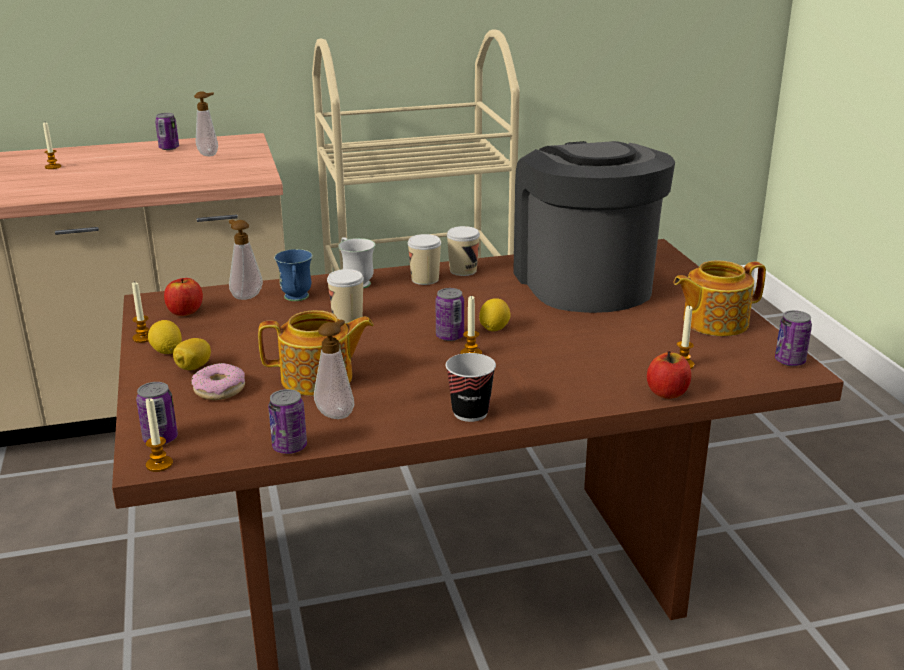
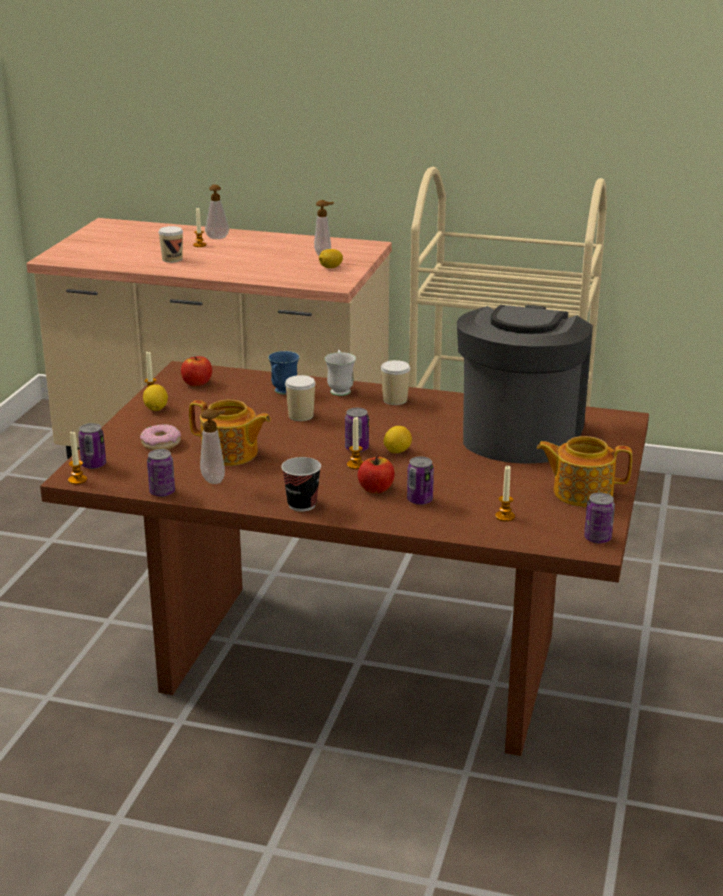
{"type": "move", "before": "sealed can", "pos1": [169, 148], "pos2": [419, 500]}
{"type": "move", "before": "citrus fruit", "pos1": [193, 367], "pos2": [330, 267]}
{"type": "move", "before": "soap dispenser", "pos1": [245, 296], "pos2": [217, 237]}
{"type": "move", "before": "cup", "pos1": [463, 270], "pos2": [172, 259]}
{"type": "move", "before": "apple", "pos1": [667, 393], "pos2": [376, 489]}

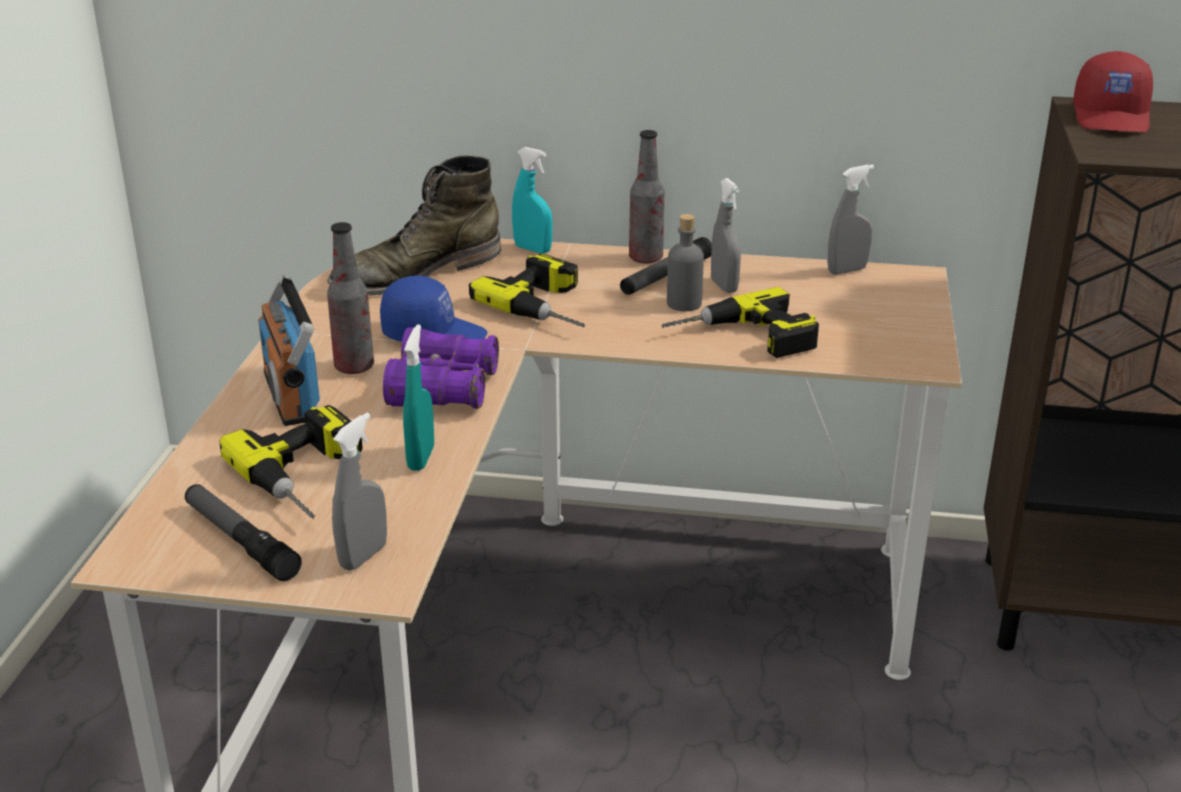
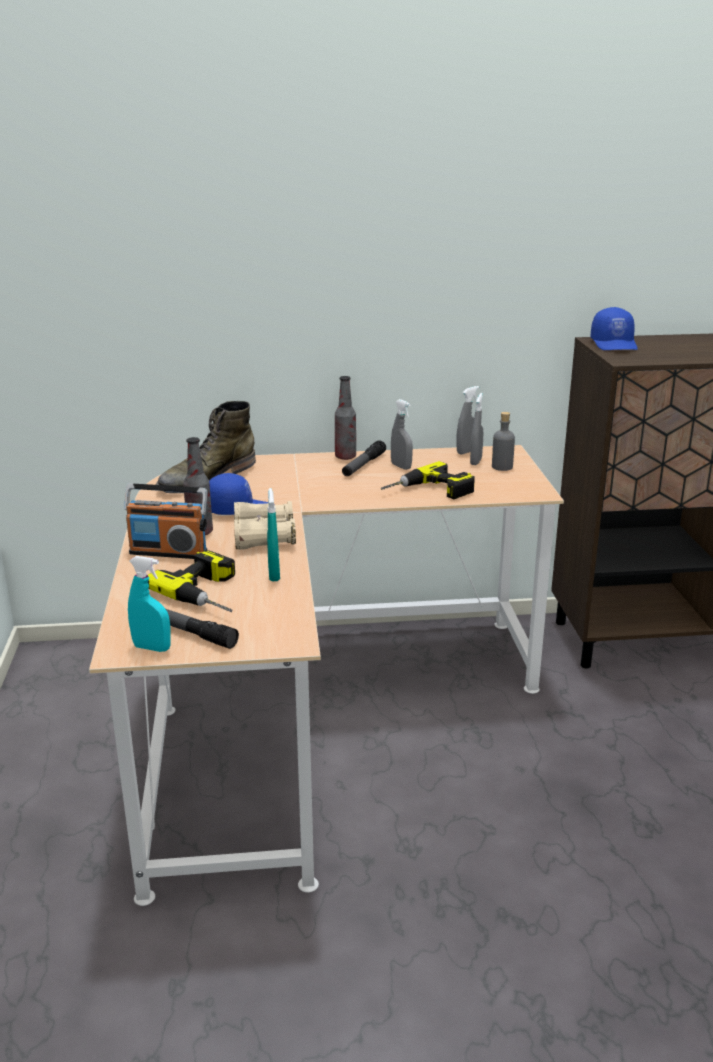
{"type": "delete", "before": "drill", "pos1": [551, 305]}
{"type": "move", "before": "greyish spray bottle", "pos1": [363, 556], "pos2": [476, 461]}
{"type": "move", "before": "turquoise-coloured spray bottle", "pos1": [532, 249], "pos2": [152, 648]}
{"type": "move", "before": "greyish drink bottle", "pos1": [684, 303], "pos2": [502, 467]}
{"type": "recolor", "before": "purple pair of binoculars", "after": "beige-coloured pair of binoculars", "pos1": [442, 389], "pos2": [264, 537]}
{"type": "recolor", "before": "red-coloured cap", "after": "blue cap", "pos1": [1112, 118], "pos2": [614, 344]}
{"type": "rotate", "before": "radio", "pos1": [291, 396], "pos2": [169, 552], "turn": -45}

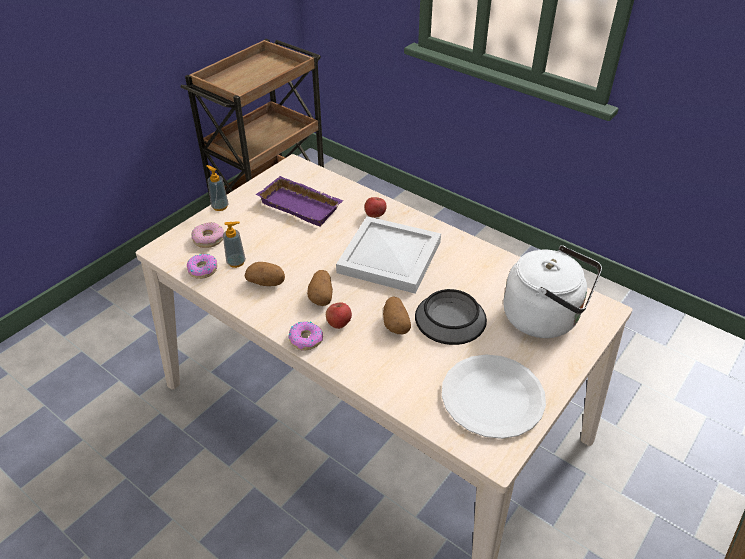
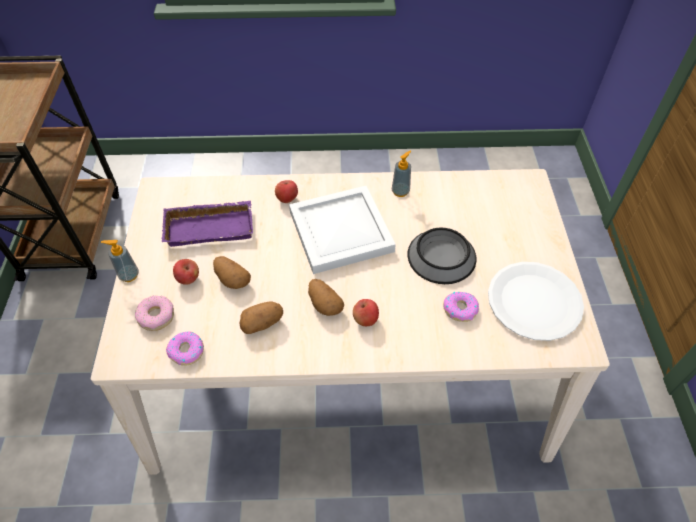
{"type": "delete", "before": "white kettle", "pos1": [545, 318]}
{"type": "insert", "after": "apple", "pos2": [188, 278]}
{"type": "move", "before": "soap dispenser", "pos1": [236, 262], "pos2": [400, 191]}
{"type": "move", "before": "doughnut", "pos1": [306, 339], "pos2": [460, 309]}
{"type": "move", "before": "whole potato", "pos1": [395, 324], "pos2": [232, 279]}

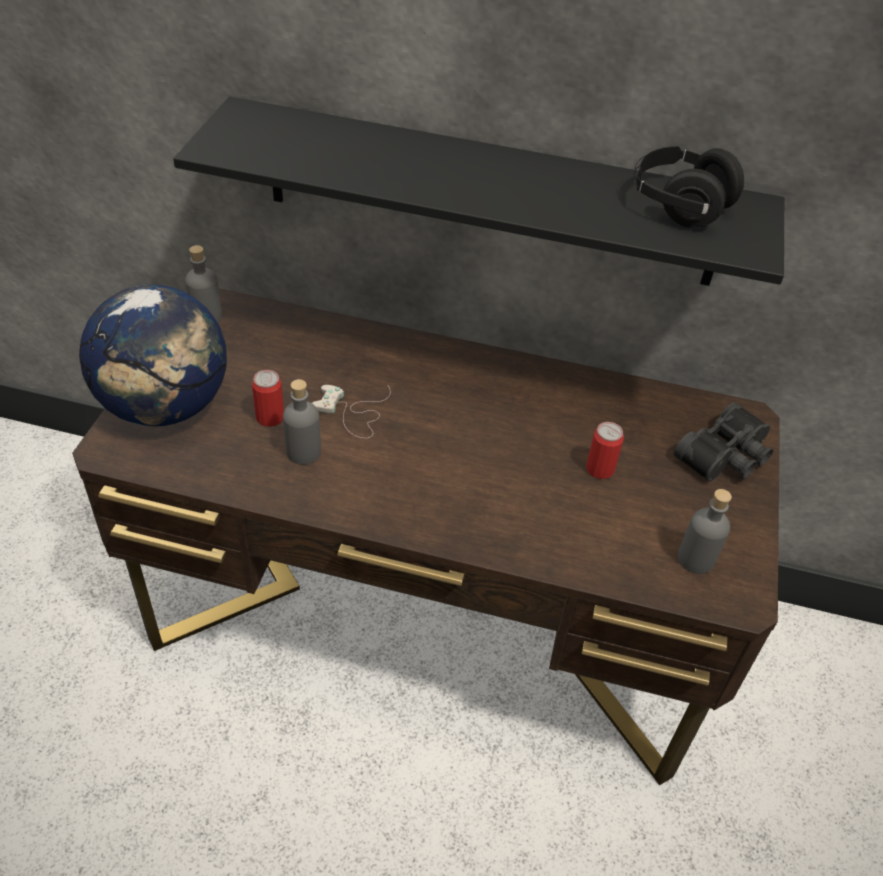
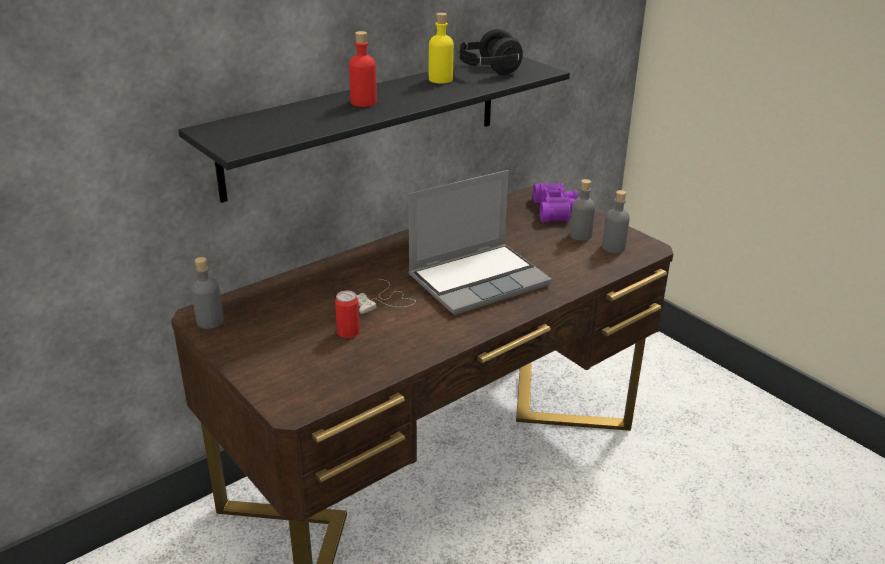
{"type": "delete", "before": "world globe", "pos1": [165, 406]}
{"type": "delete", "before": "sealed can", "pos1": [600, 469]}
{"type": "insert", "after": "red-coloured drink bottle", "pos2": [363, 102]}
{"type": "insert", "after": "laptop", "pos2": [479, 279]}
{"type": "insert", "after": "yellowish drink bottle", "pos2": [440, 79]}
{"type": "move", "before": "greyish drink bottle", "pos1": [303, 452], "pos2": [580, 235]}
{"type": "recolor", "before": "blackish pair of binoculars", "after": "purple pair of binoculars", "pos1": [726, 457], "pos2": [557, 210]}

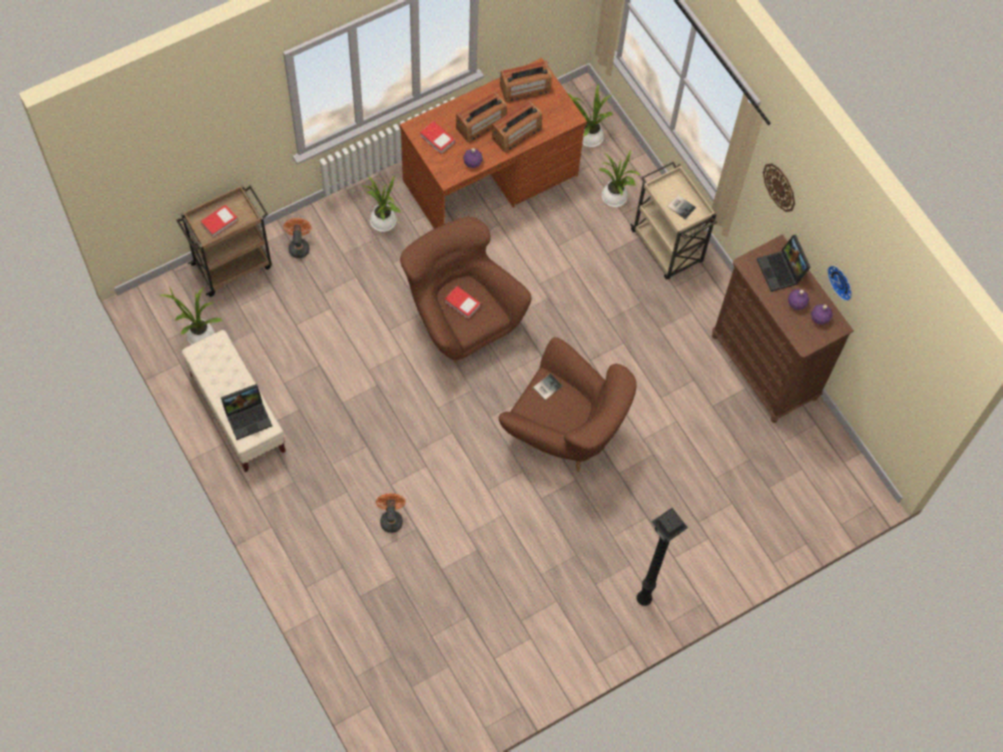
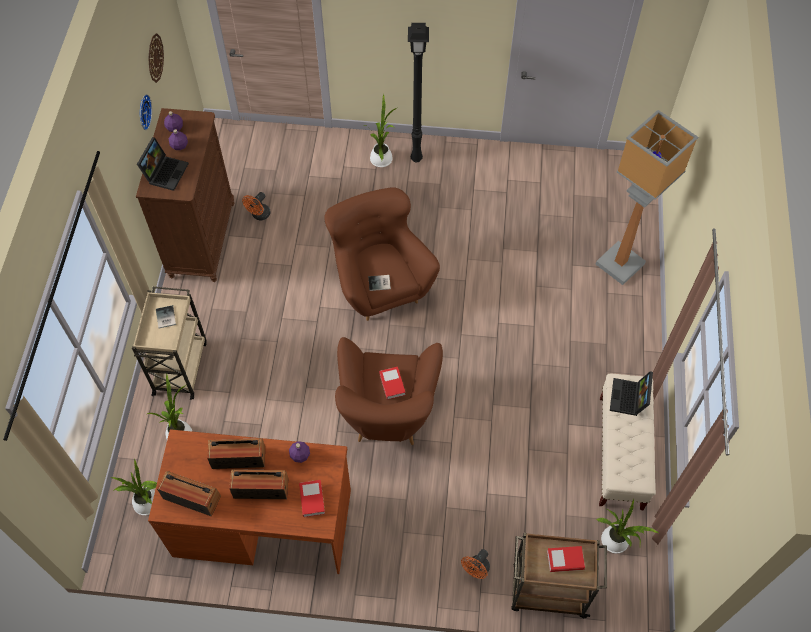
{"type": "insert", "after": "floor lamp", "pos2": [621, 264]}
{"type": "move", "before": "houseplant", "pos1": [383, 223], "pos2": [382, 158]}
{"type": "move", "before": "orange-coloured cooling fan", "pos1": [391, 518], "pos2": [259, 215]}
{"type": "move", "before": "wall clock", "pos1": [779, 187], "pos2": [155, 58]}
{"type": "rotate", "before": "laptop", "pos1": [248, 416], "pos2": [629, 399], "turn": -90}

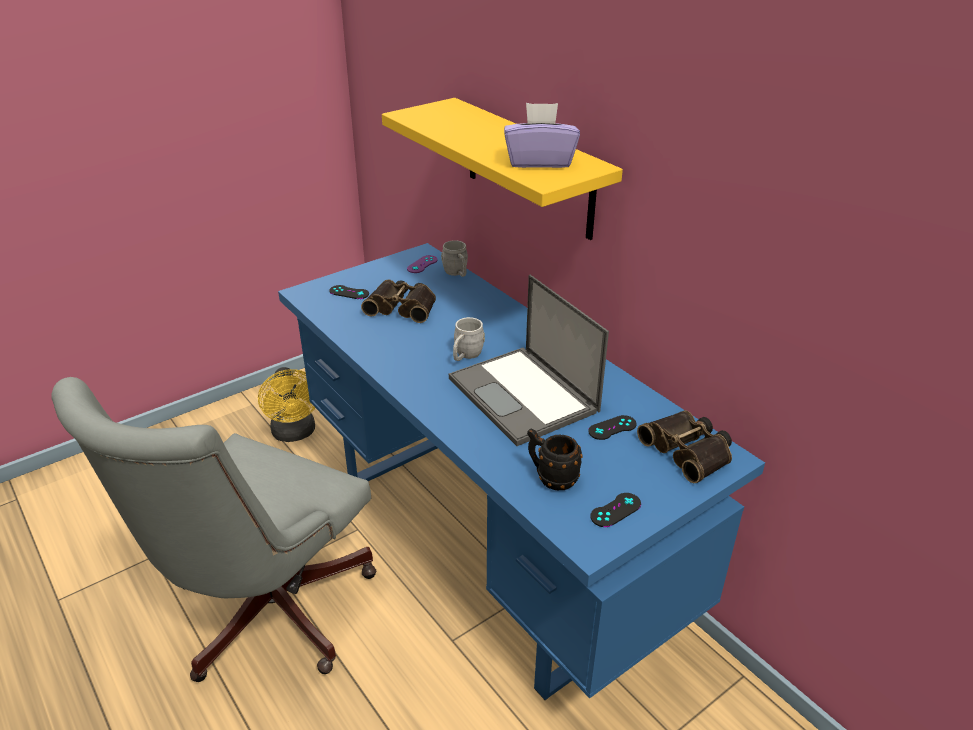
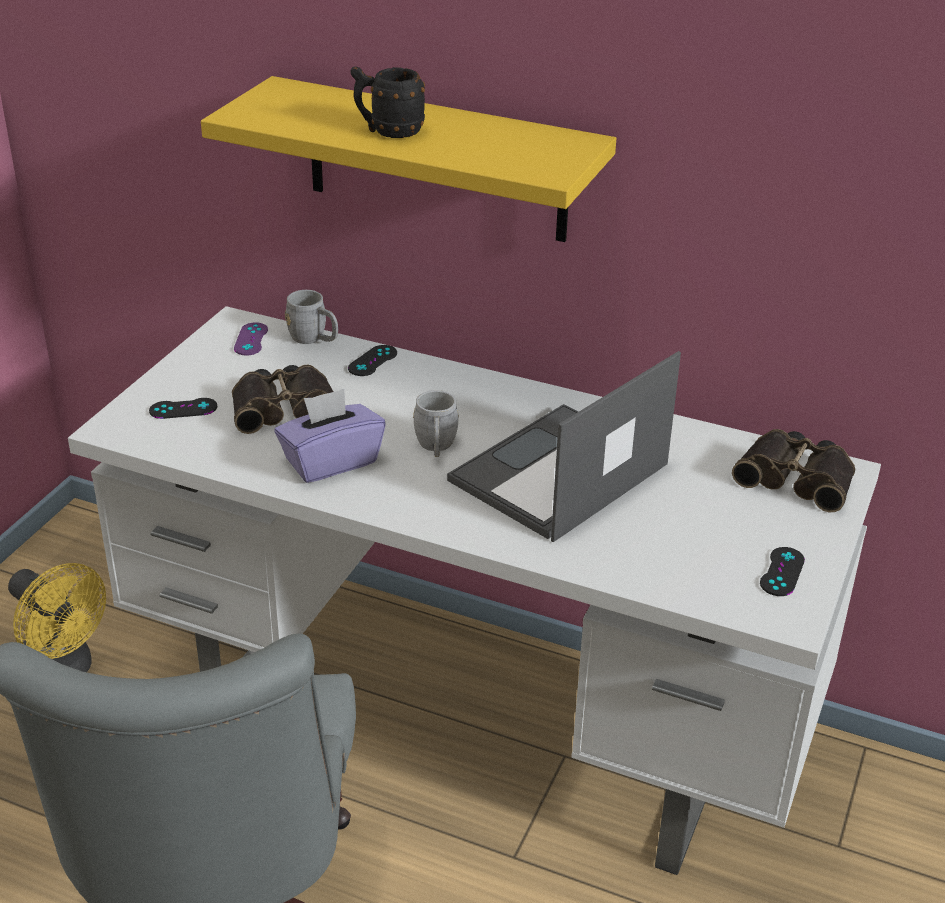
{"type": "move", "before": "purple tissue holder", "pos1": [539, 161], "pos2": [331, 461]}
{"type": "move", "before": "blackish mug", "pos1": [551, 477], "pos2": [388, 131]}
{"type": "move", "before": "blackish gamepad", "pos1": [612, 428], "pos2": [372, 361]}
{"type": "recolor", "before": "blue desk unit", "after": "white desk unit", "pos1": [488, 546], "pos2": [470, 720]}
{"type": "rotate", "before": "laptop", "pos1": [524, 395], "pos2": [558, 474], "turn": 105}

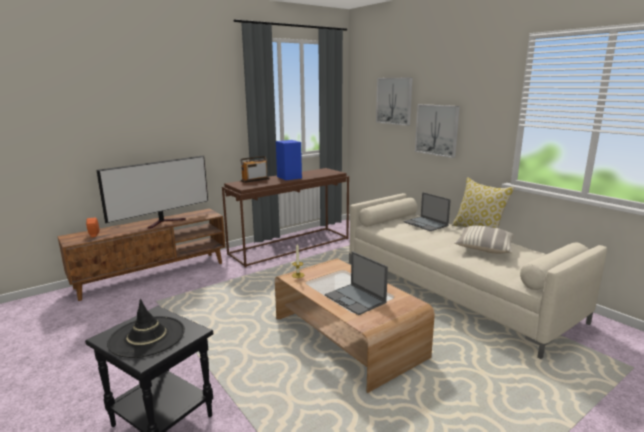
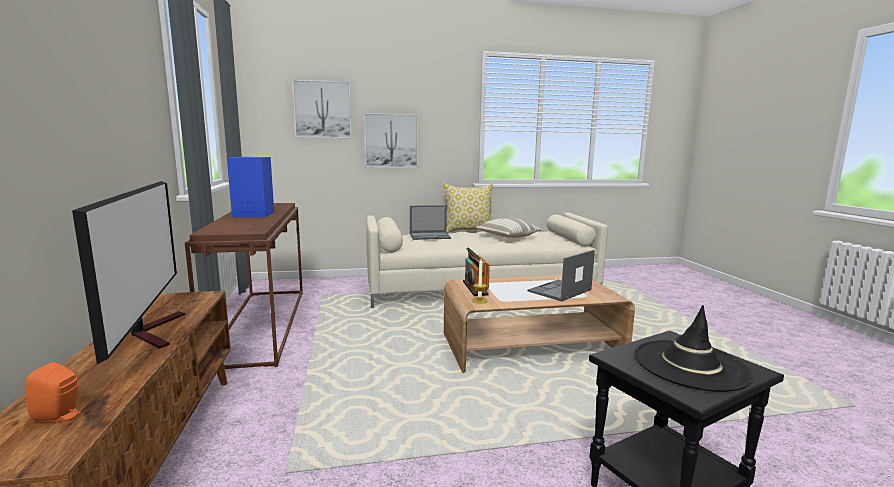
{"type": "move", "before": "radio", "pos1": [255, 180], "pos2": [475, 288]}
{"type": "rotate", "before": "laptop", "pos1": [355, 299], "pos2": [559, 291], "turn": 150}

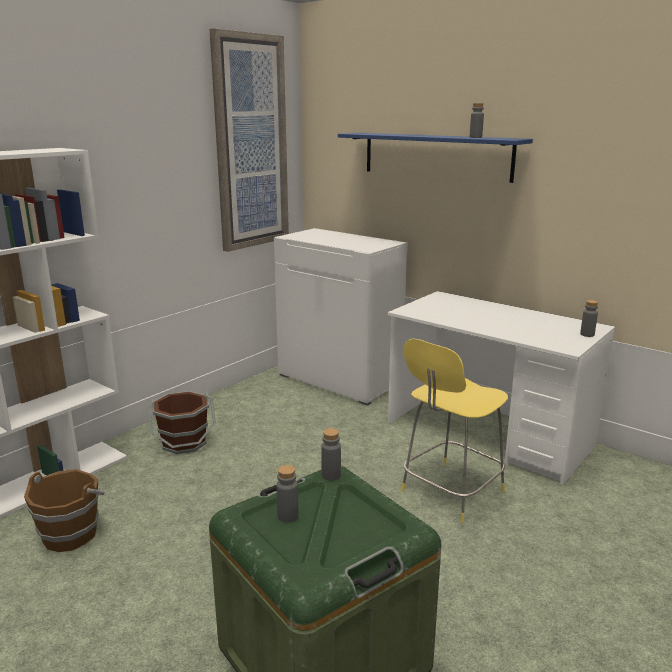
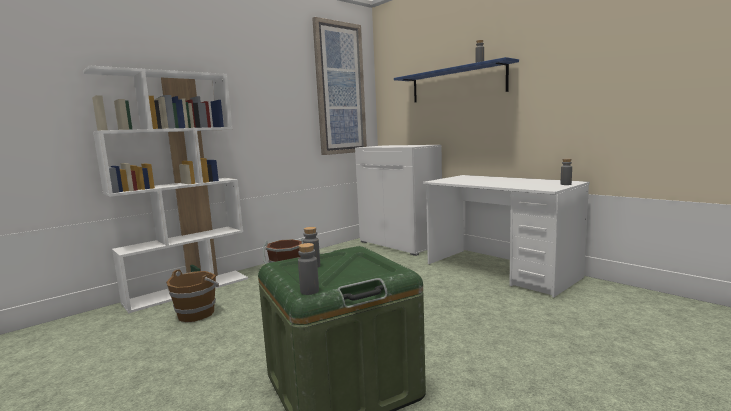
{"type": "delete", "before": "yellowish stool", "pos1": [450, 493]}
{"type": "move", "before": "greyish drink bottle", "pos1": [331, 475], "pos2": [309, 291]}

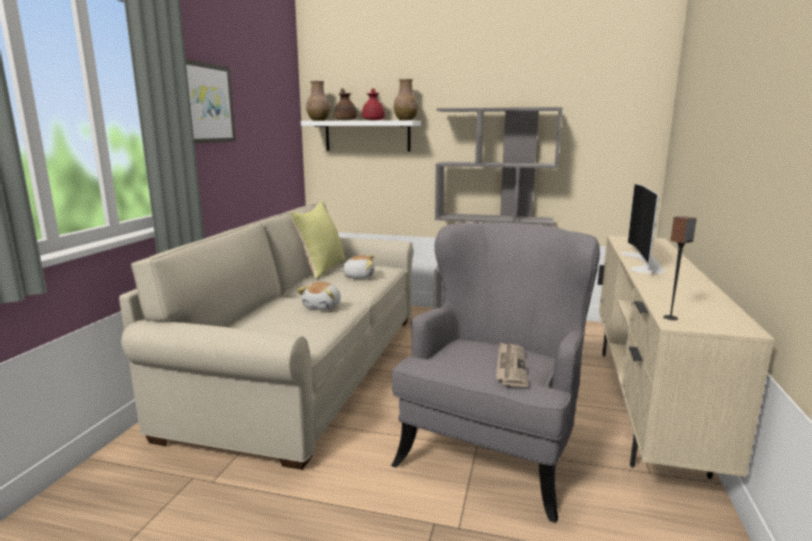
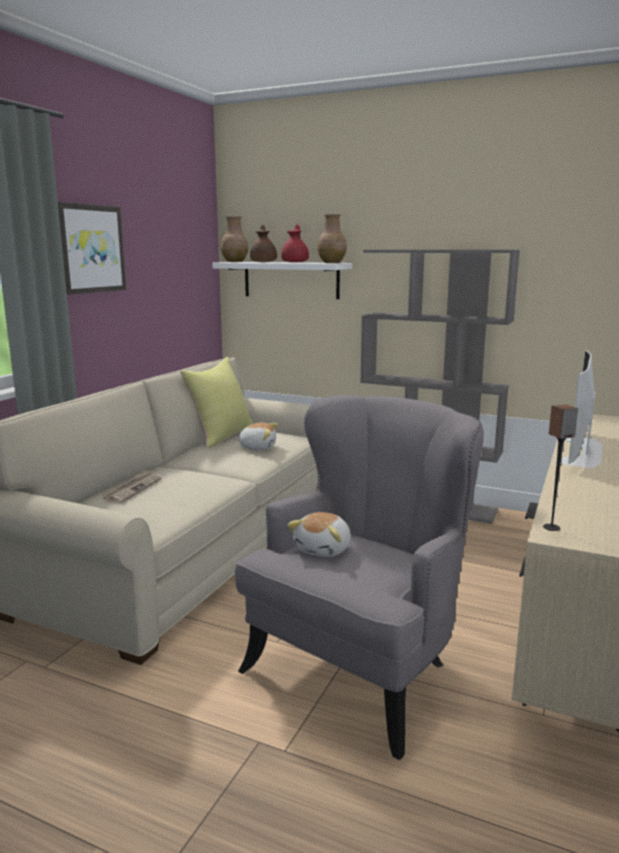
{"type": "move", "before": "soft toy", "pos1": [323, 307], "pos2": [324, 549]}
{"type": "move", "before": "daily paper", "pos1": [510, 366], "pos2": [132, 489]}

